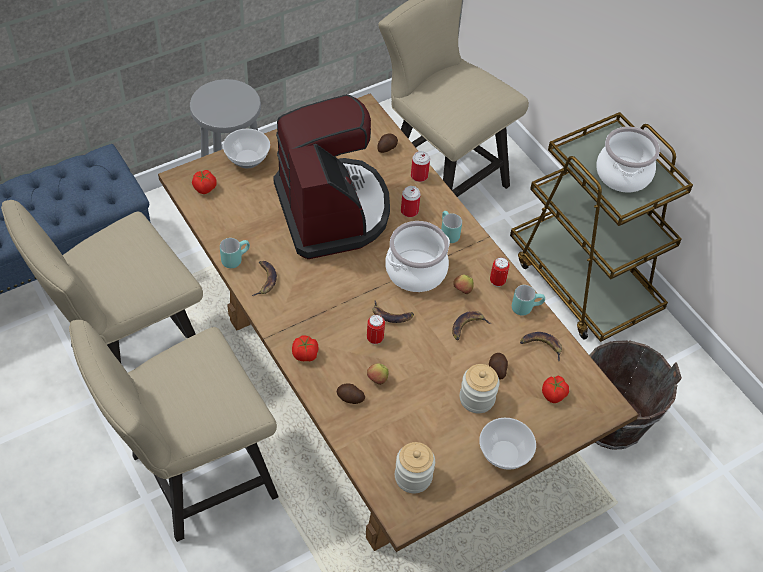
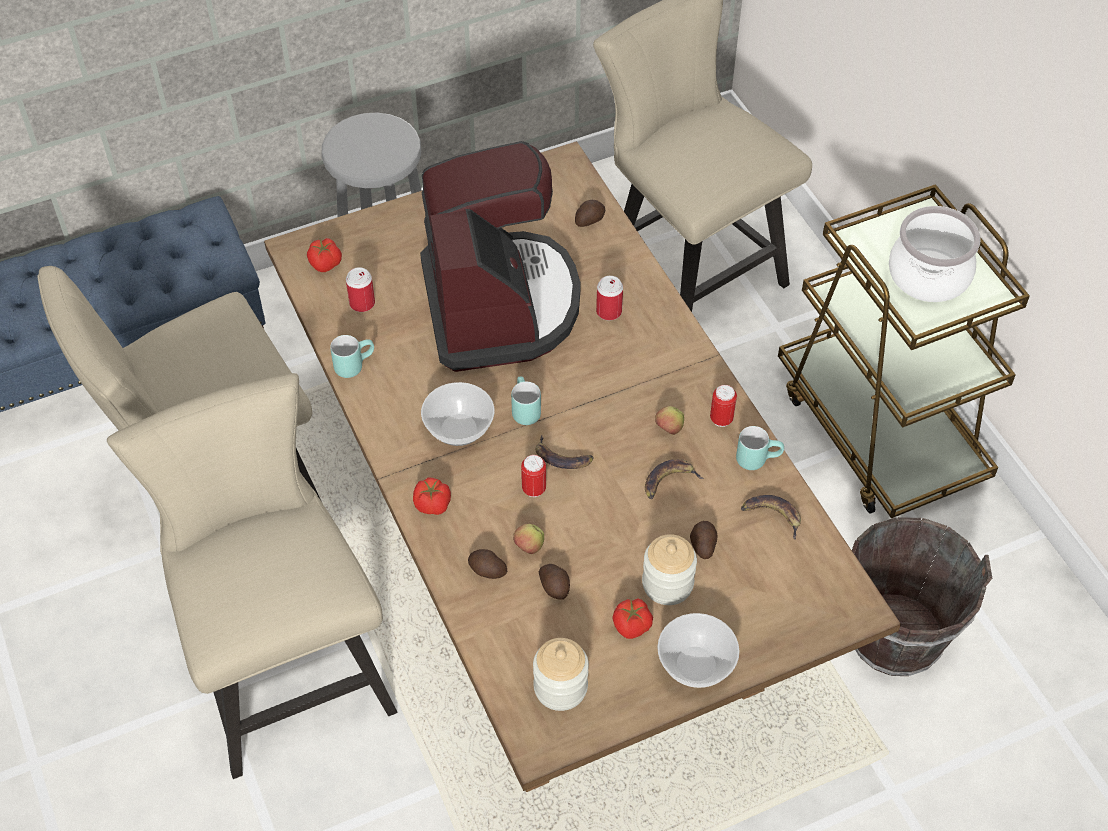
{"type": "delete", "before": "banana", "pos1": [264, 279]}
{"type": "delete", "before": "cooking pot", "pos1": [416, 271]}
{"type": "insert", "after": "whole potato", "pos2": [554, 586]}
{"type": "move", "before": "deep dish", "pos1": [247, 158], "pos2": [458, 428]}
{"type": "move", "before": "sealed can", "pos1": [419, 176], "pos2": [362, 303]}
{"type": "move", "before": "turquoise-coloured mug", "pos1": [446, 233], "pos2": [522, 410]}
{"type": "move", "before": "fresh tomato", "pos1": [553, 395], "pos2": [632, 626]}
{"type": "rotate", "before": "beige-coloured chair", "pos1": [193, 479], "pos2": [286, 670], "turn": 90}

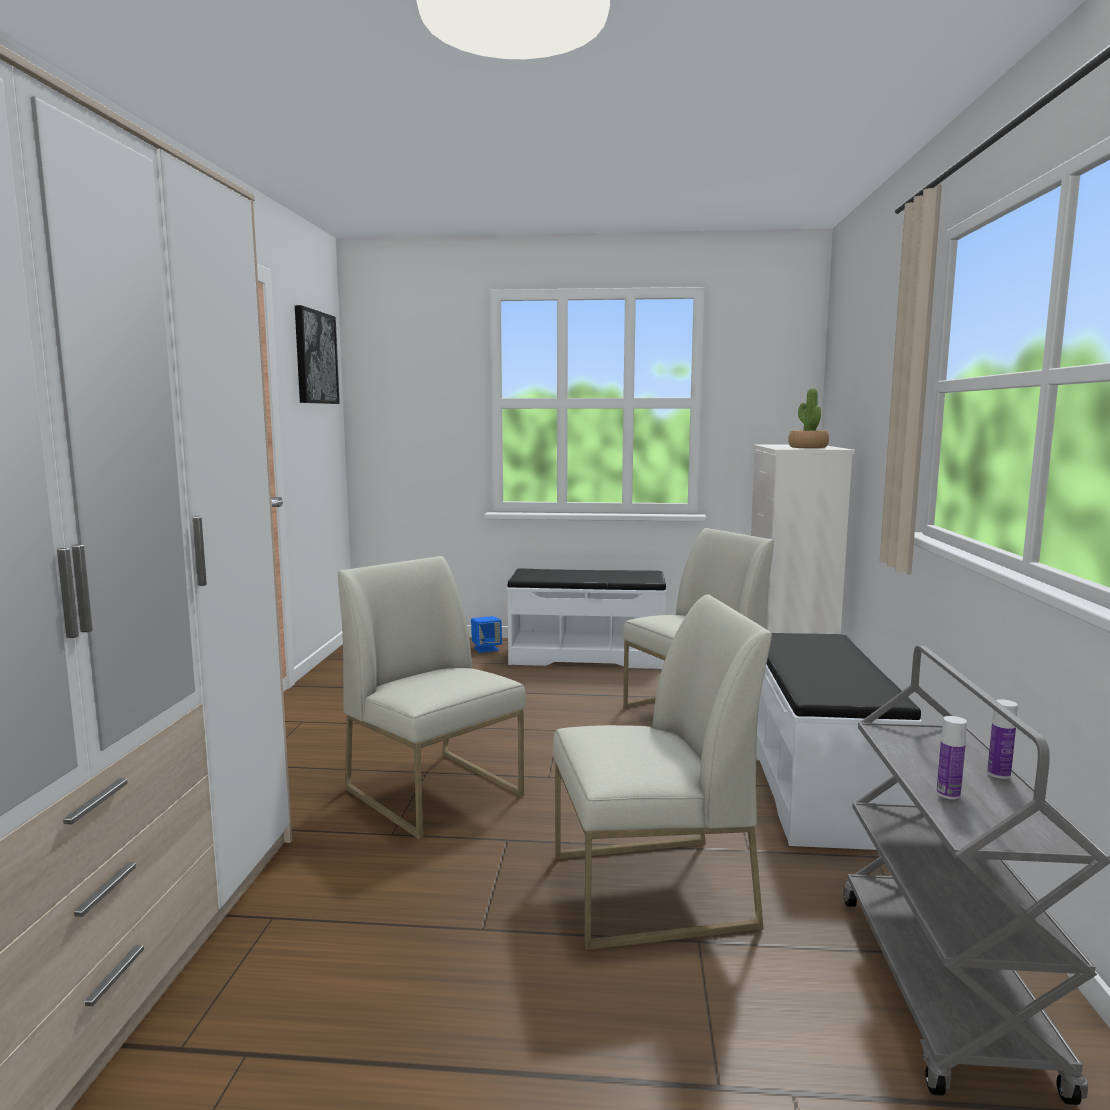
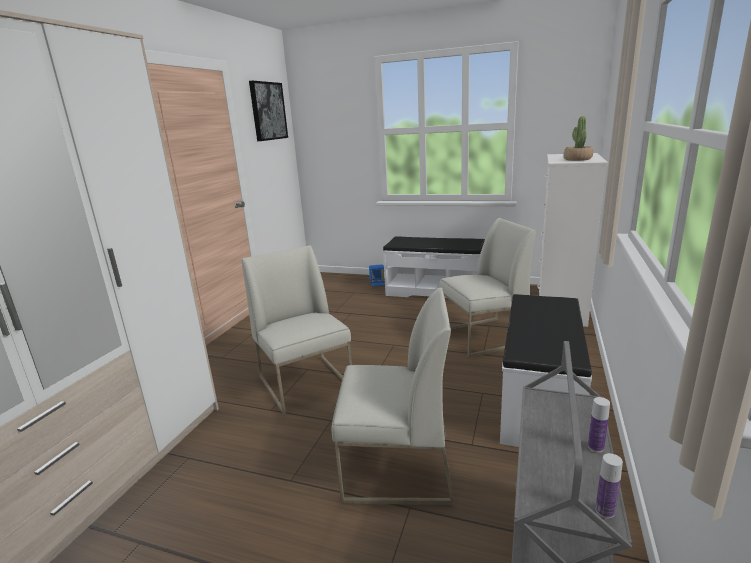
{"type": "move", "before": "drink bottle", "pos1": [948, 794], "pos2": [605, 511]}

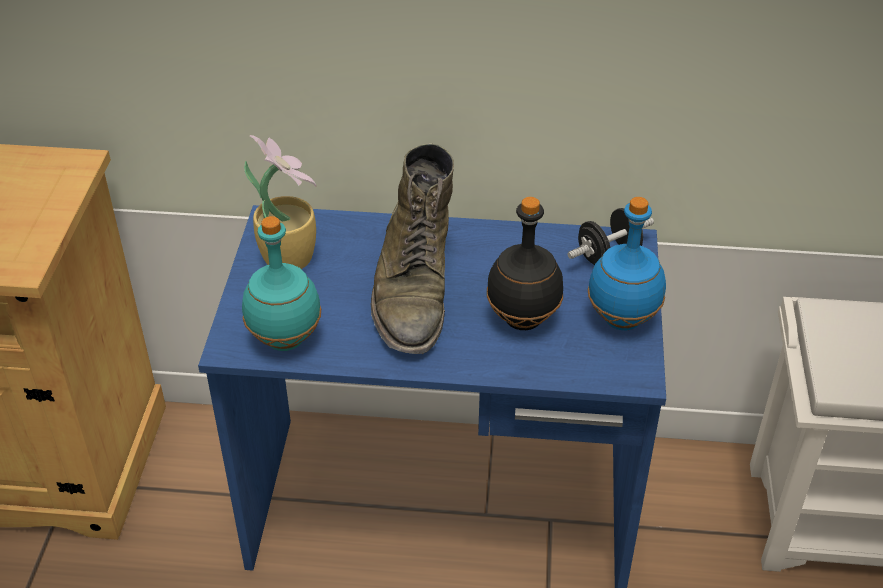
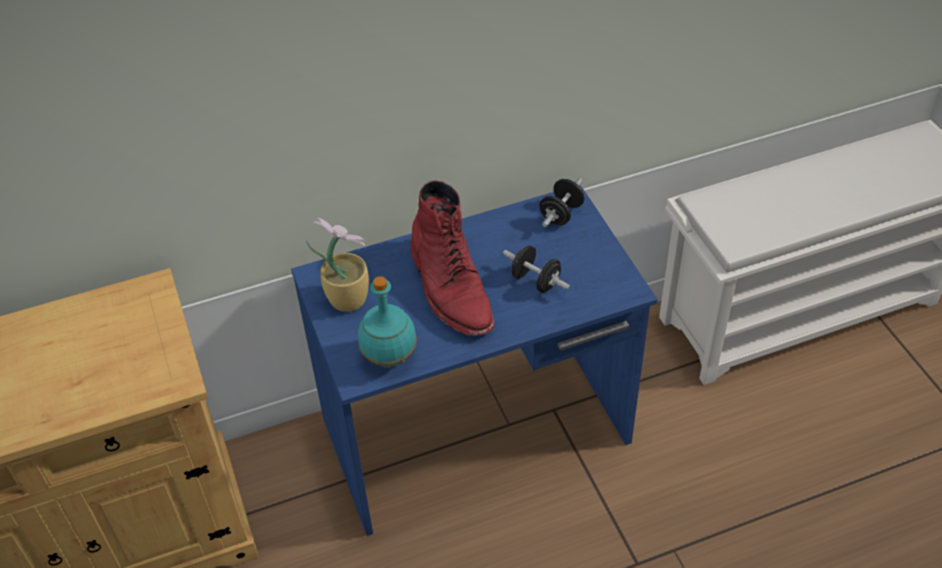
{"type": "delete", "before": "blue drink bottle", "pos1": [621, 319]}
{"type": "replace", "before": "blackish drink bottle", "after": "blackish free weight", "pos1": [521, 319], "pos2": [536, 281]}
{"type": "recolor", "before": "green tall boot", "after": "red-coloured tall boot", "pos1": [413, 289], "pos2": [450, 288]}

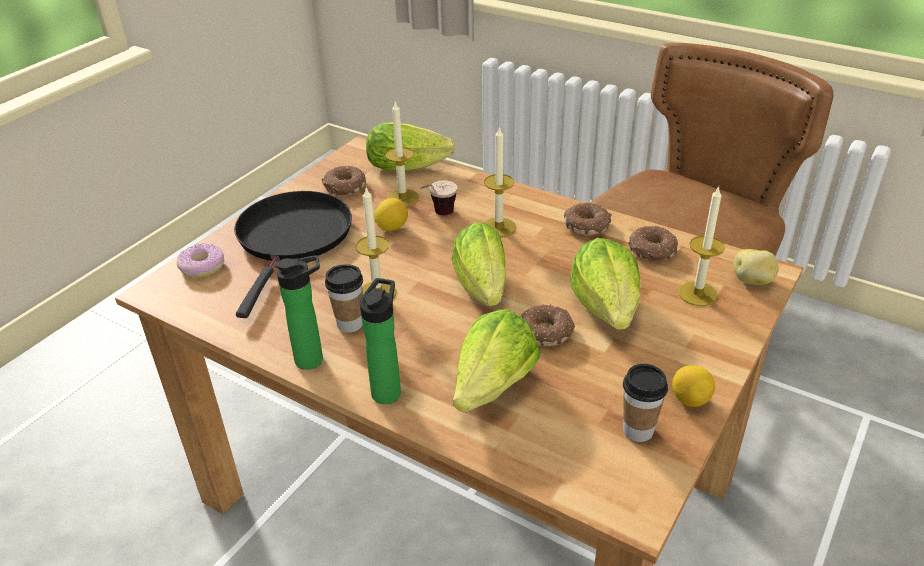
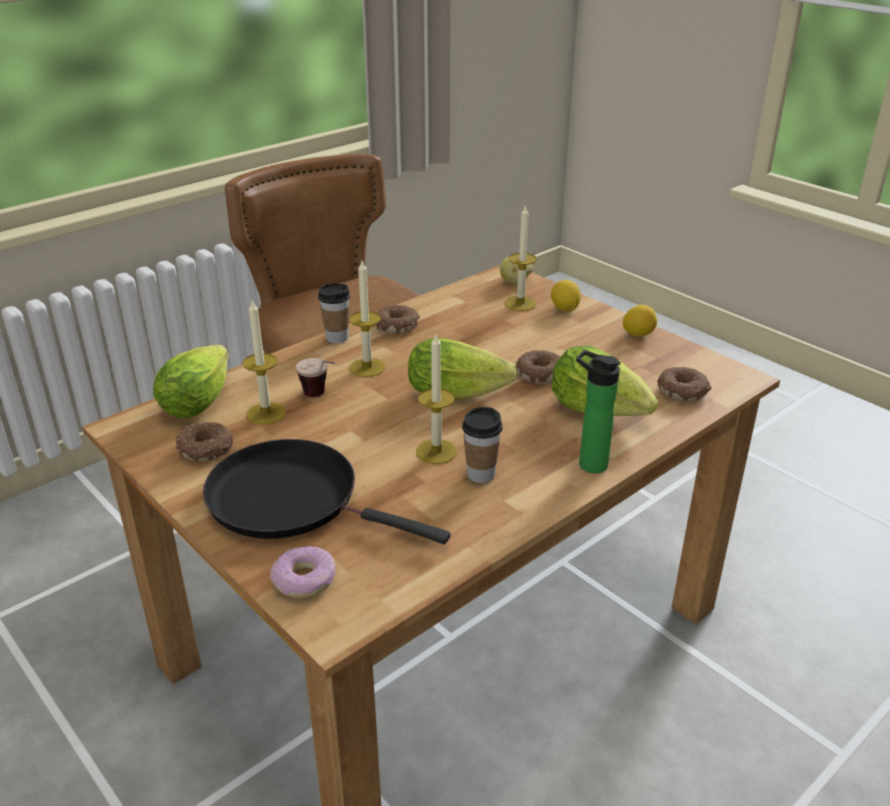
{"type": "delete", "before": "drink bottle", "pos1": [314, 359]}
{"type": "delete", "before": "lettuce head", "pos1": [607, 307]}
{"type": "move", "before": "citrus fruit", "pos1": [392, 227], "pos2": [564, 309]}
{"type": "move", "before": "cup", "pos1": [638, 430], "pos2": [337, 338]}
{"type": "move", "before": "doughnut", "pos1": [651, 251], "pos2": [683, 391]}

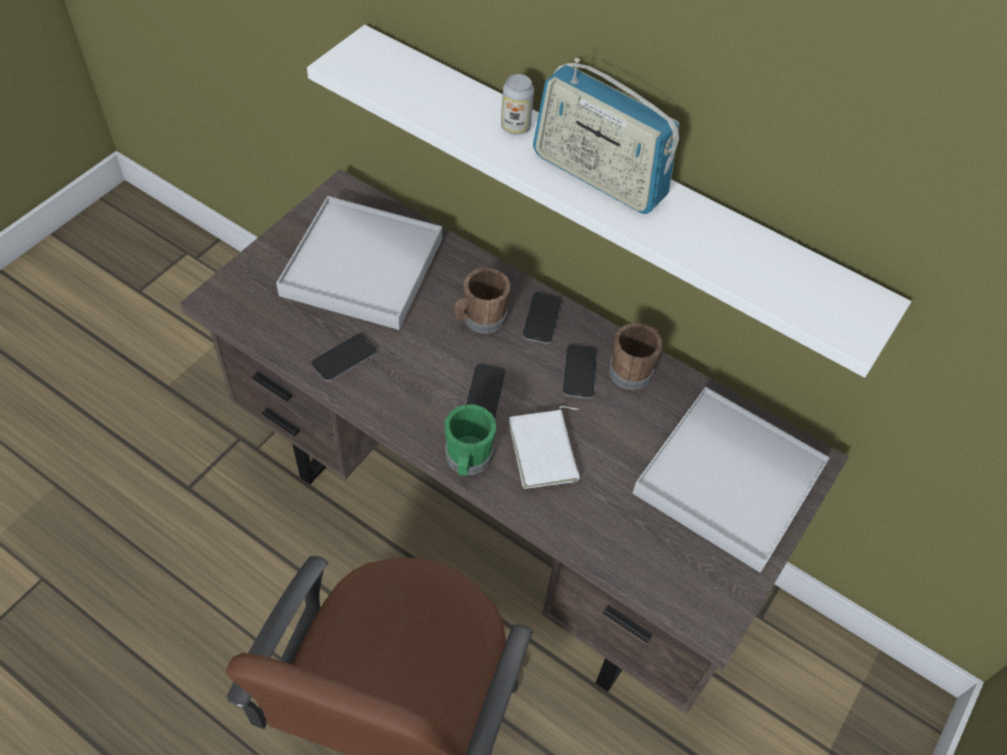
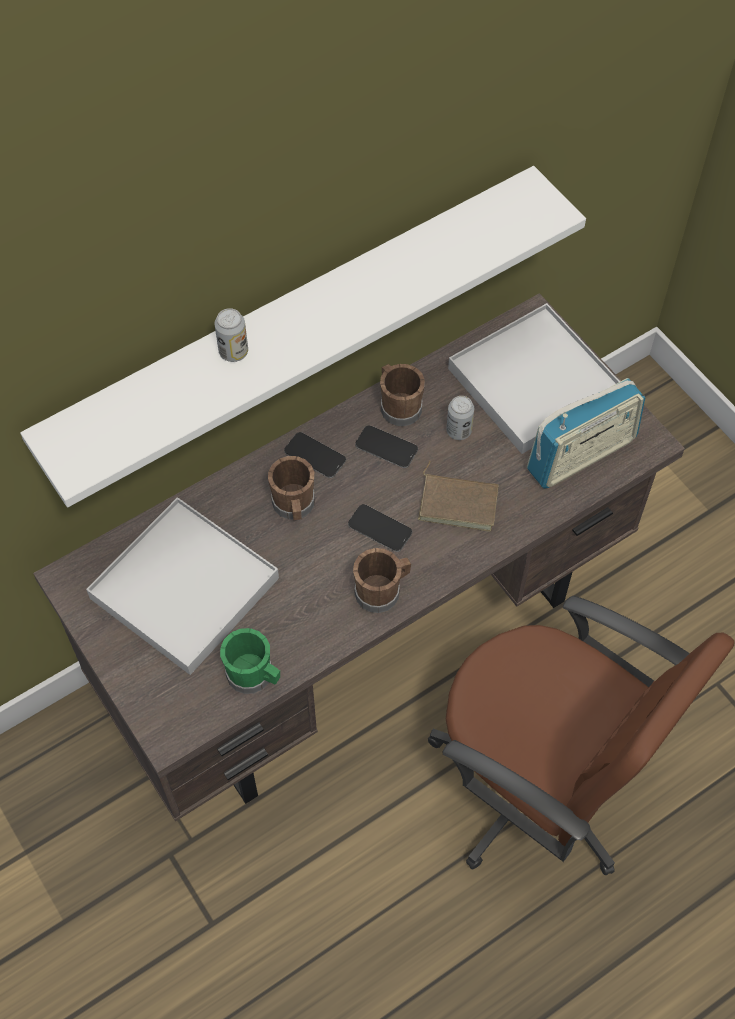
{"type": "delete", "before": "phone", "pos1": [344, 358]}
{"type": "insert", "after": "brown mug", "pos2": [382, 590]}
{"type": "insert", "after": "sealed can", "pos2": [458, 431]}
{"type": "move", "before": "green mug", "pos1": [467, 460], "pos2": [254, 675]}
{"type": "move", "before": "radio", "pos1": [598, 176], "pos2": [581, 455]}
{"type": "recolor", "before": "white bound book", "after": "brown bound book", "pos1": [546, 451], "pos2": [459, 502]}

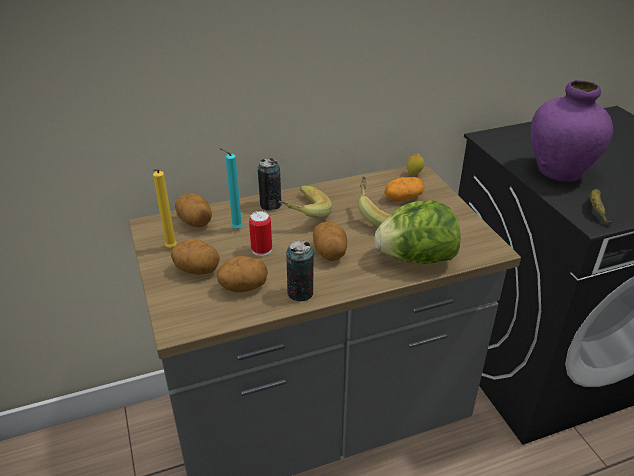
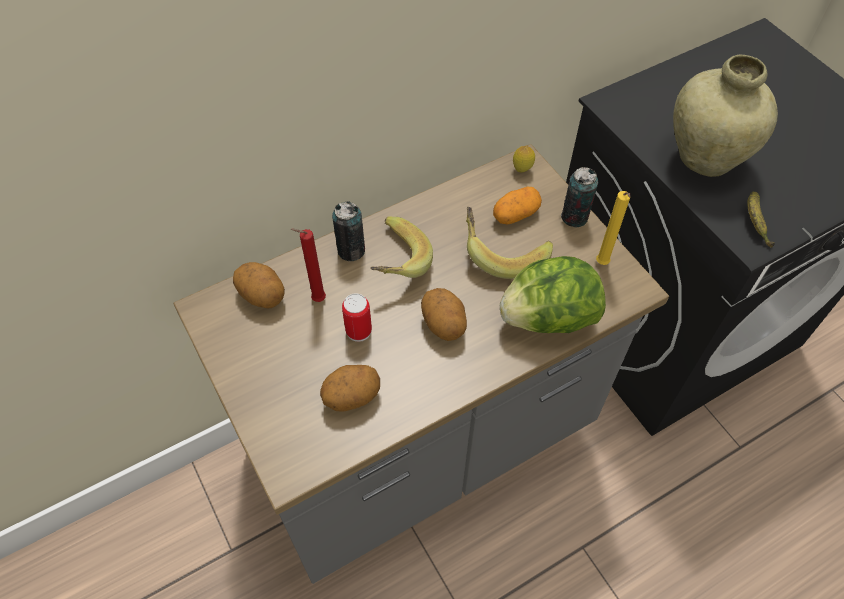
{"type": "delete", "before": "whole potato", "pos1": [197, 270]}
{"type": "move", "before": "yellowish wax light", "pos1": [170, 249], "pos2": [602, 264]}
{"type": "move", "before": "sealed can", "pos1": [300, 293], "pos2": [574, 217]}
{"type": "recolor", "before": "turquoise-coloured wax light", "after": "red-coloured wax light", "pos1": [235, 229], "pos2": [316, 299]}
{"type": "recolor", "before": "purple vase", "after": "beige-coloured vase", "pos1": [559, 172], "pos2": [705, 159]}

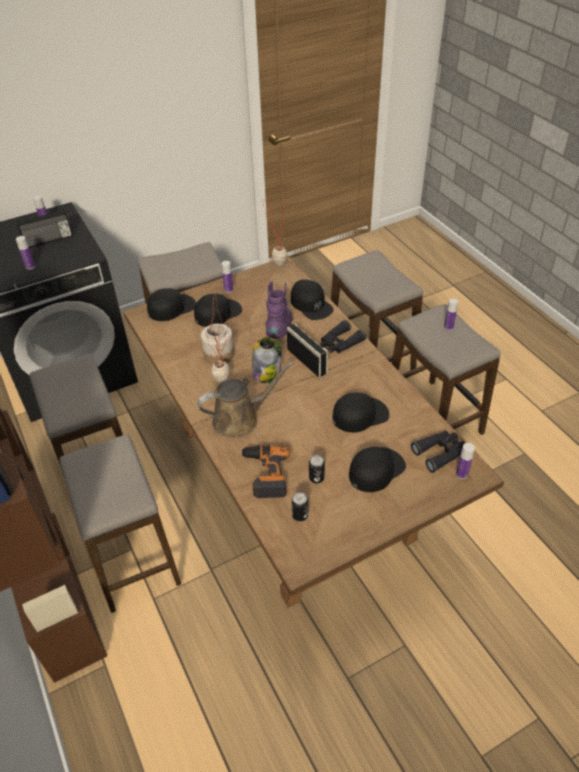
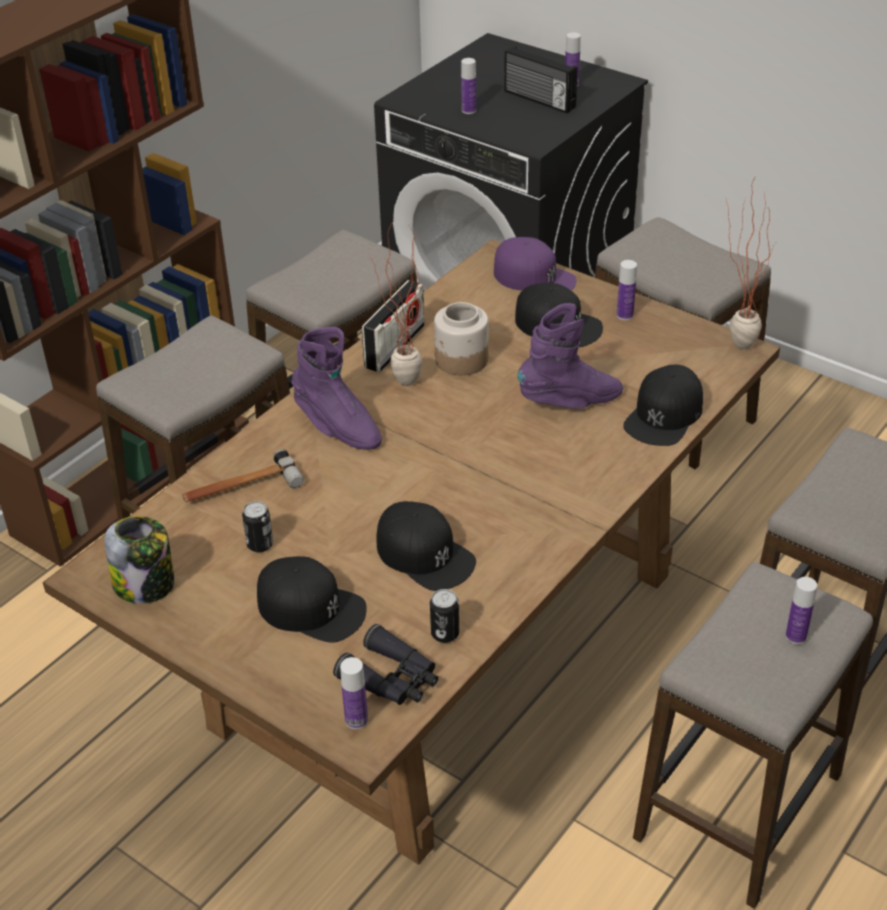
{"type": "delete", "before": "blackish pair of binoculars", "pos1": [340, 343]}
{"type": "move", "before": "jar", "pos1": [267, 373], "pos2": [145, 584]}
{"type": "move", "before": "radio", "pos1": [307, 361], "pos2": [395, 346]}
{"type": "move", "before": "sealed can", "pos1": [300, 515], "pos2": [445, 634]}
{"type": "replace", "before": "brown watering pot", "after": "purple tall boot", "pos1": [240, 419], "pos2": [337, 427]}
{"type": "replace", "before": "drill", "after": "hand hammer", "pos1": [264, 474], "pos2": [241, 488]}
{"type": "recolor", "before": "blackish cap", "after": "purple cap", "pos1": [171, 307], "pos2": [534, 277]}

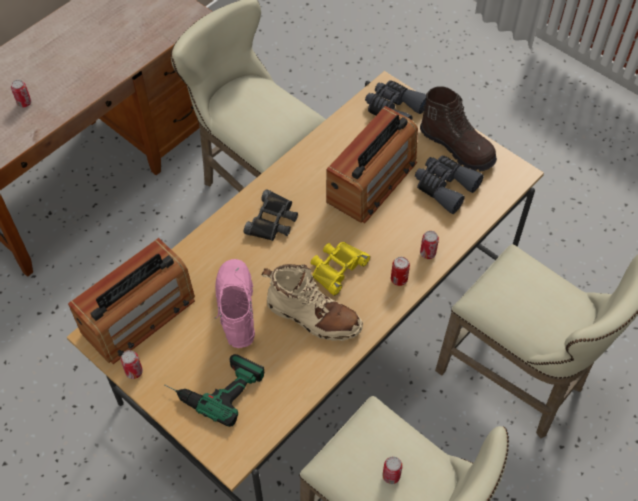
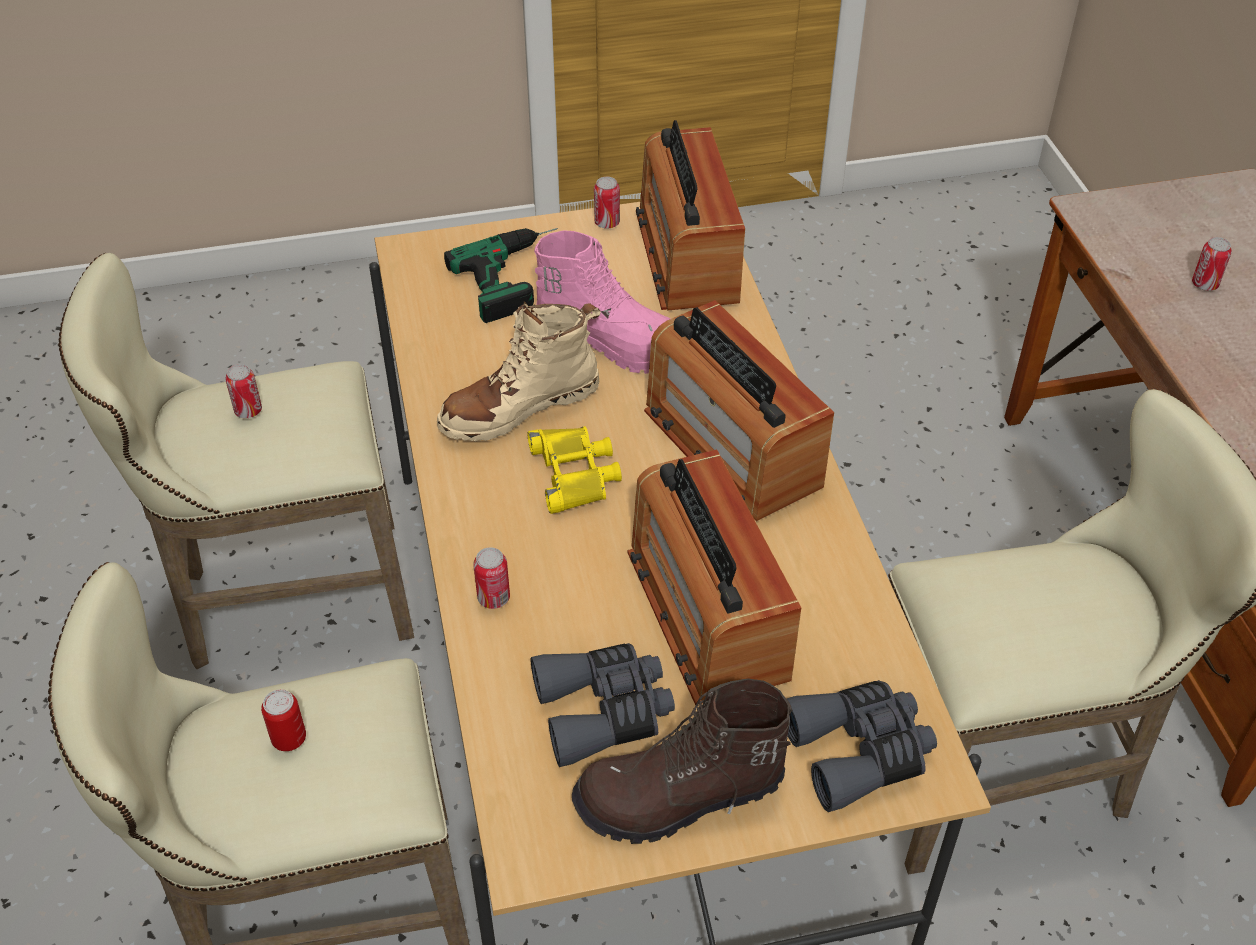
{"type": "move", "before": "sealed can", "pos1": [399, 279], "pos2": [289, 739]}
{"type": "replace", "before": "blackish pair of binoculars", "after": "radio", "pos1": [273, 220], "pos2": [731, 447]}

